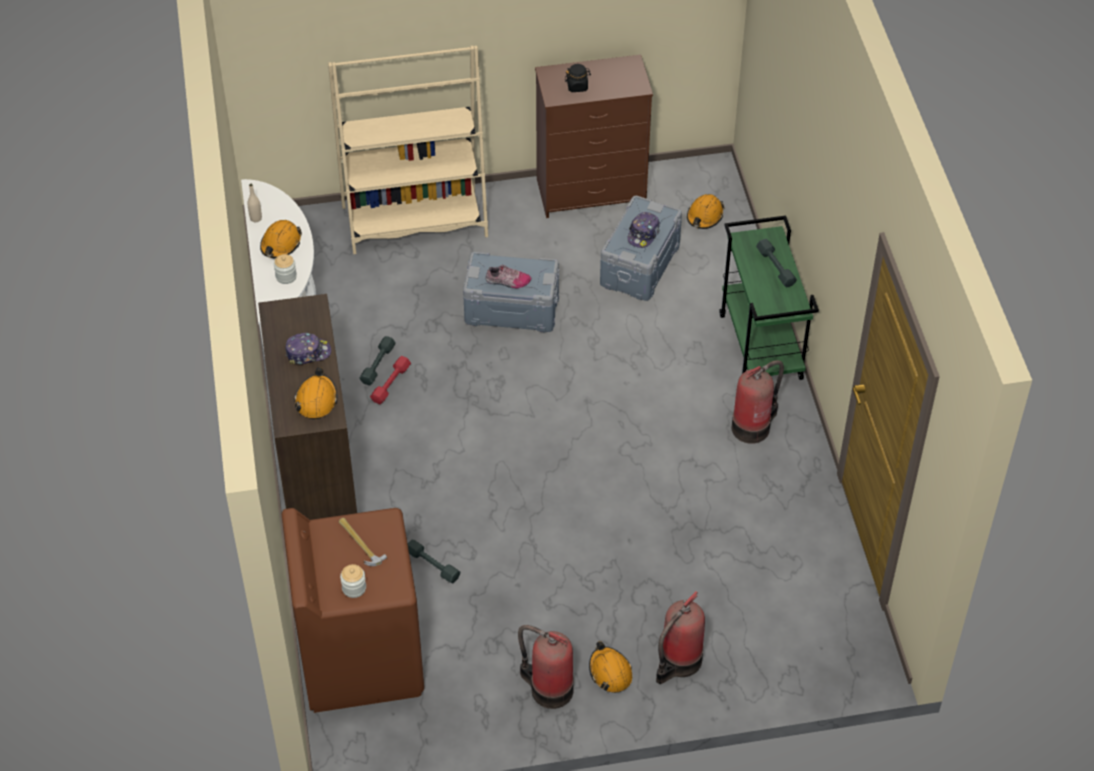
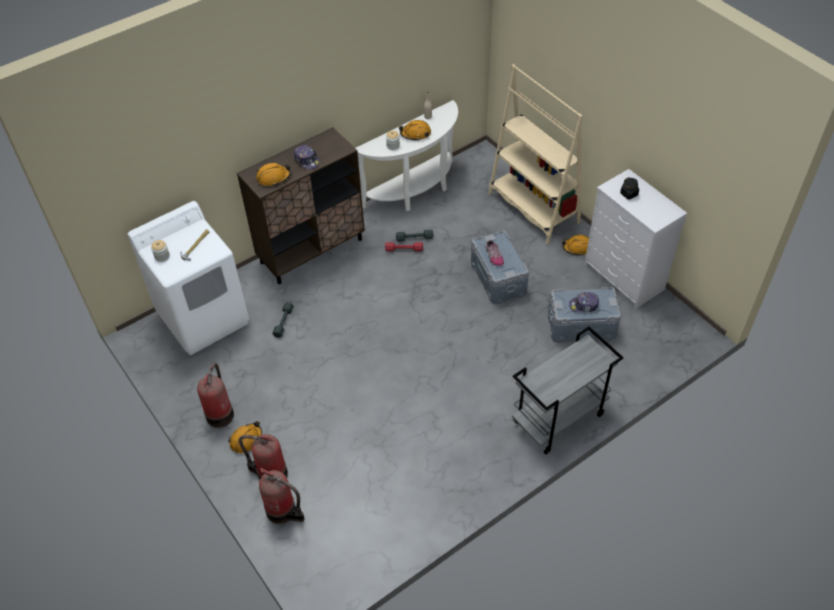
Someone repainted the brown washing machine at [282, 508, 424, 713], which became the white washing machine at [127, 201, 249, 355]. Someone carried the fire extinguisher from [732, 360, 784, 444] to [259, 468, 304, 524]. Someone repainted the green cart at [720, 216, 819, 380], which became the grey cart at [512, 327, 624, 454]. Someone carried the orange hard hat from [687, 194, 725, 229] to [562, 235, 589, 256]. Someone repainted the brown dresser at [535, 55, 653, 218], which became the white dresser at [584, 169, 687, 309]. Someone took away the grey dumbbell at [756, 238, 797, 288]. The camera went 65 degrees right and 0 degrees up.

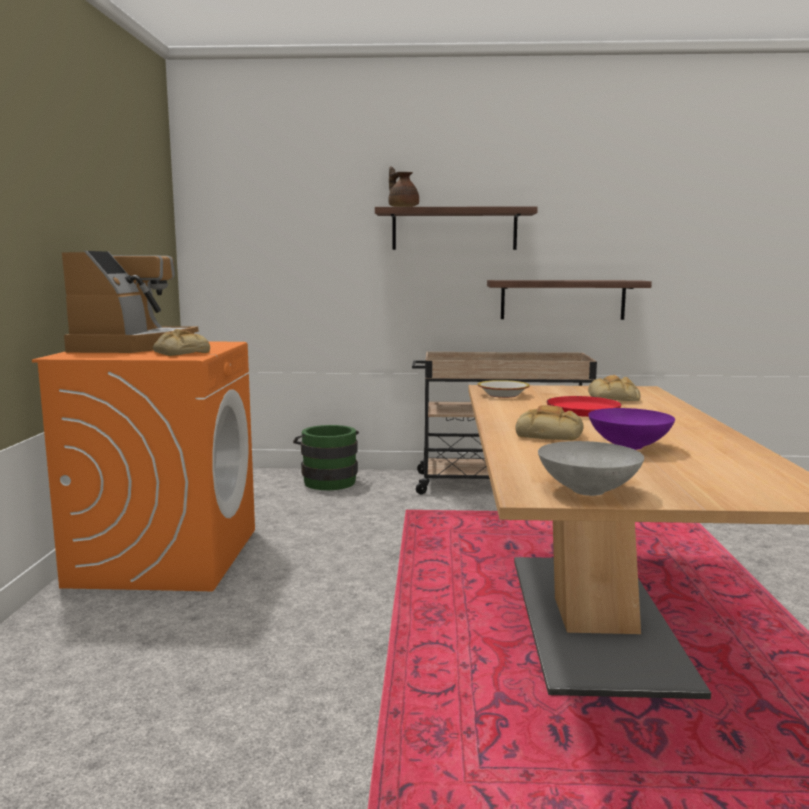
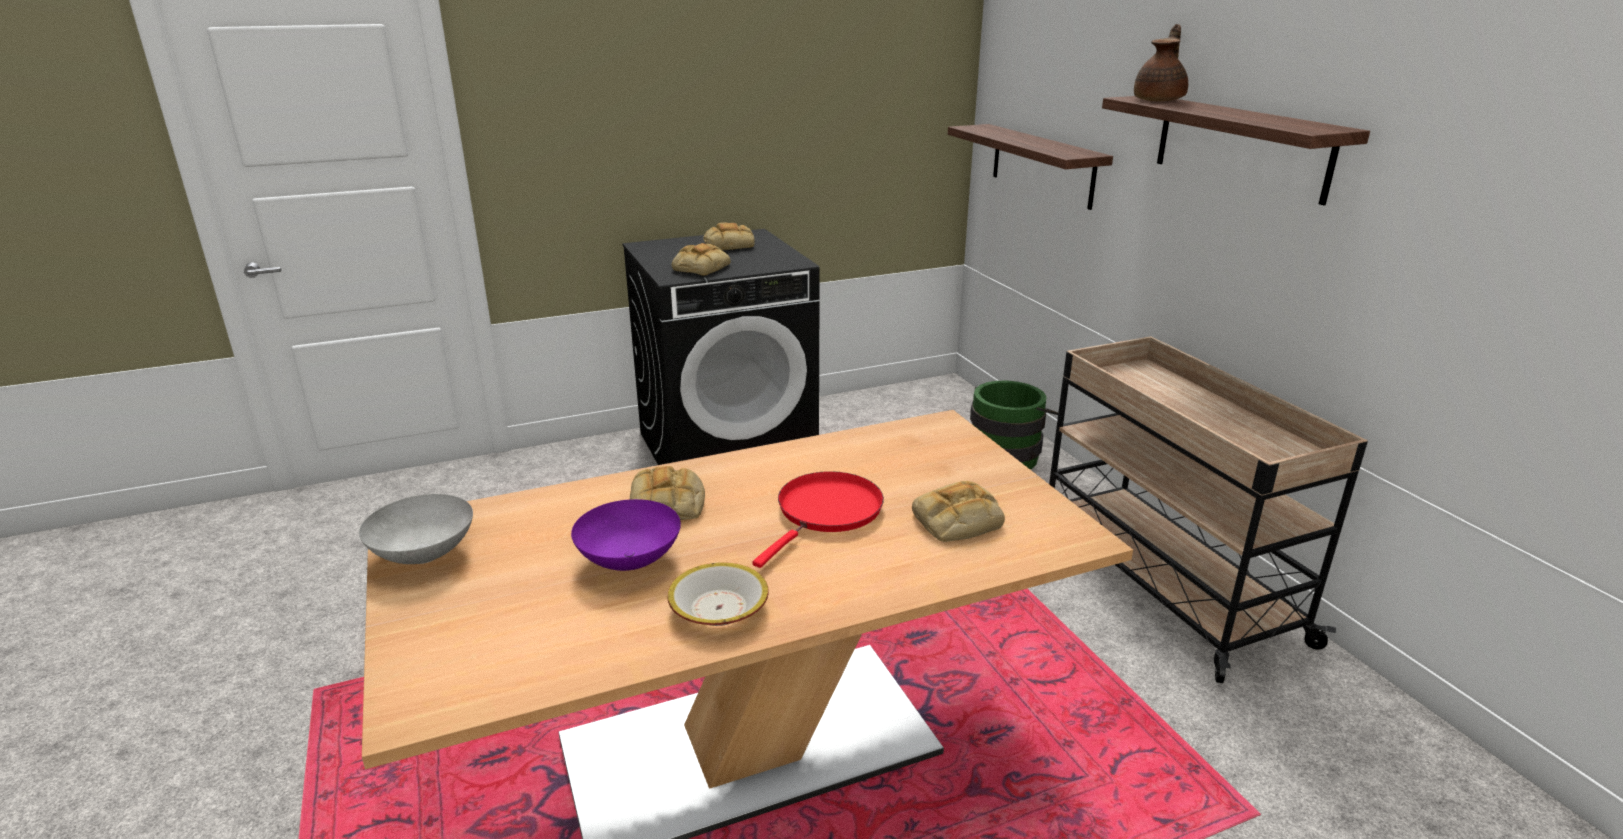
Someone repainted the orange washing machine at [32, 342, 255, 591], which became the black washing machine at [622, 229, 820, 465]. Someone carried the bowl from [477, 380, 530, 398] to [667, 562, 769, 626]. Someone swapped the coffee machine at [62, 251, 199, 353] for the bread at [703, 222, 755, 250]. Someone carried the shelf from [487, 280, 652, 320] to [948, 124, 1113, 210]. The camera went 65 degrees right and 15 degrees up.

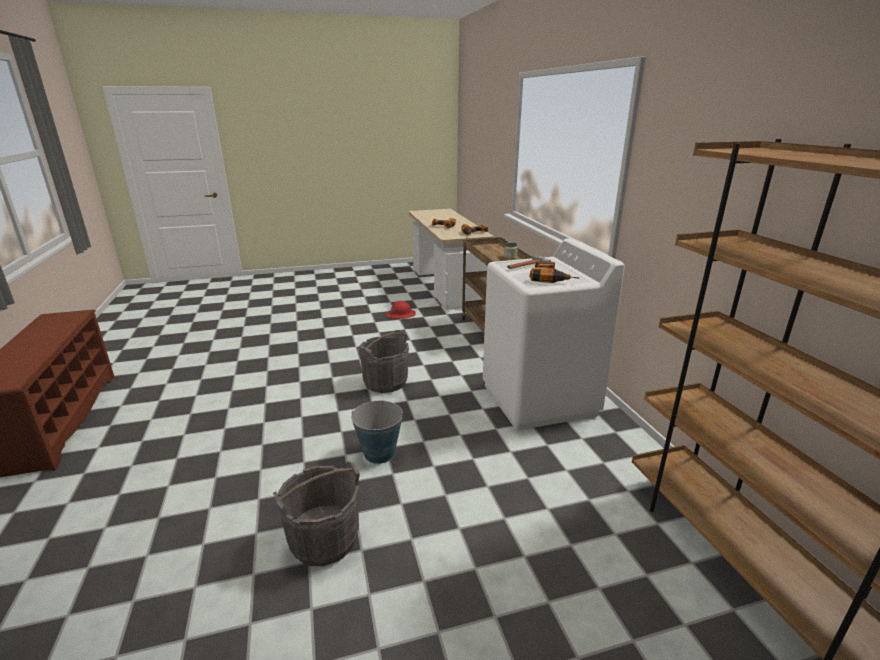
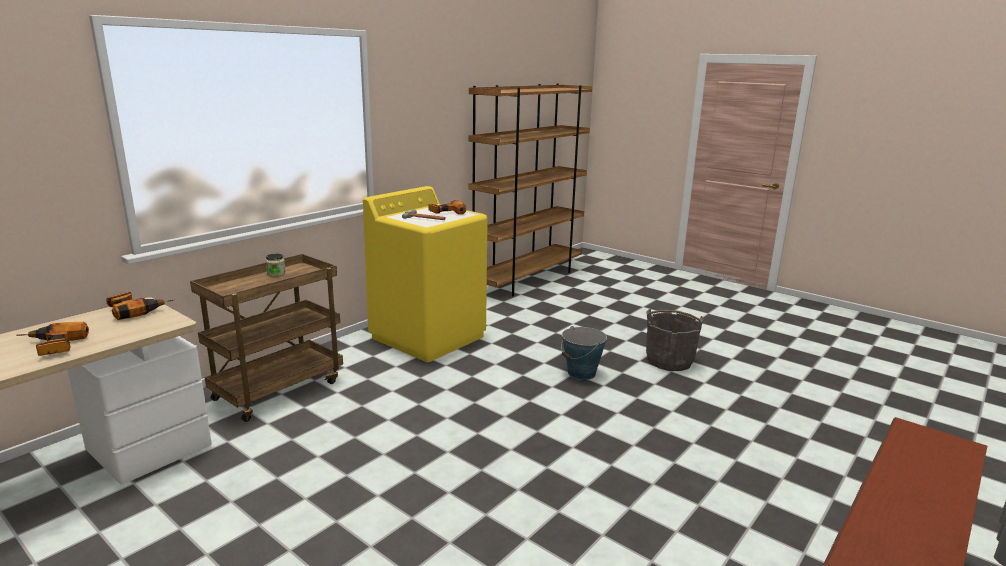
Someone repainted the white washing machine at [483, 238, 625, 430], which became the yellow washing machine at [363, 186, 488, 362]. Someone took away the grey bucket at [359, 330, 409, 393]. Someone took away the red hard hat at [386, 301, 416, 319]. The camera went 125 degrees left and 5 degrees down.

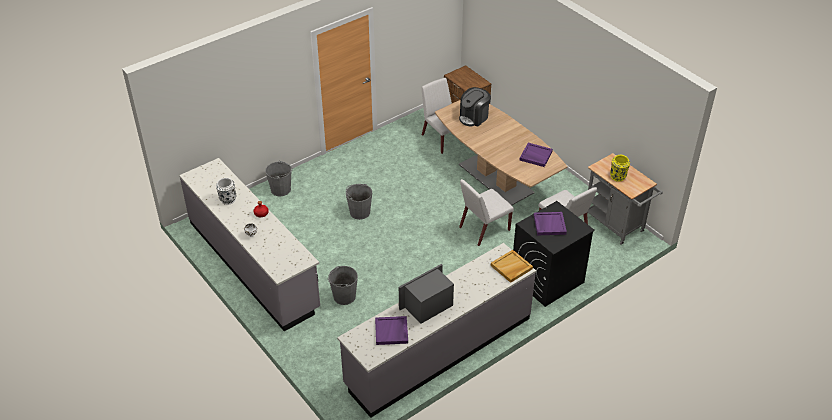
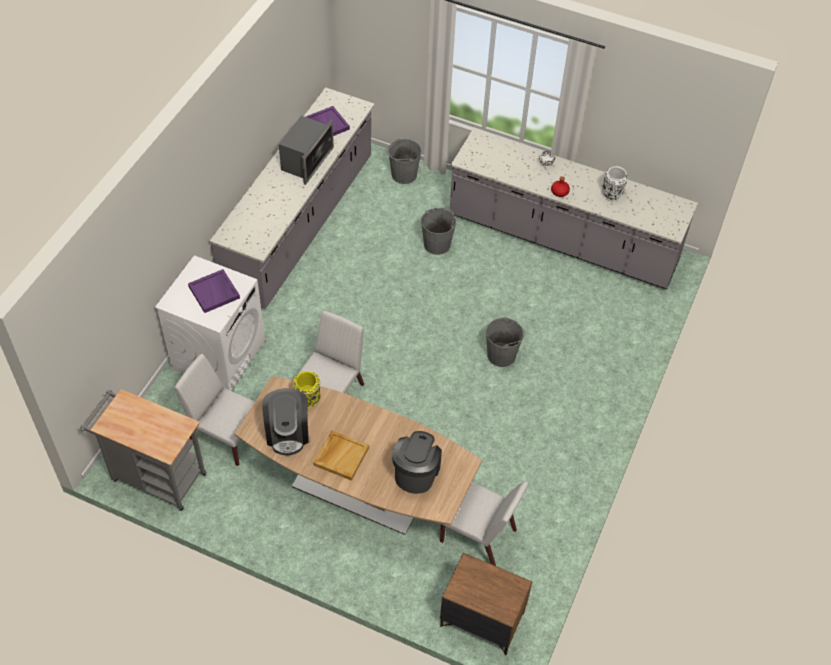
Someone repainted the black washing machine at [513, 201, 595, 307], which became the white washing machine at [155, 255, 265, 391]. Someone swapped the purple tray at [520, 143, 553, 167] for the coffee machine at [262, 388, 309, 455]. Someone carried the yellow vase from [610, 155, 630, 182] to [293, 371, 321, 407]. Someone carried the beige tray from [491, 250, 533, 283] to [314, 431, 369, 481]. Someone carried the grey bucket from [265, 161, 293, 196] to [388, 139, 422, 184]. The camera went 150 degrees right and 10 degrees up.

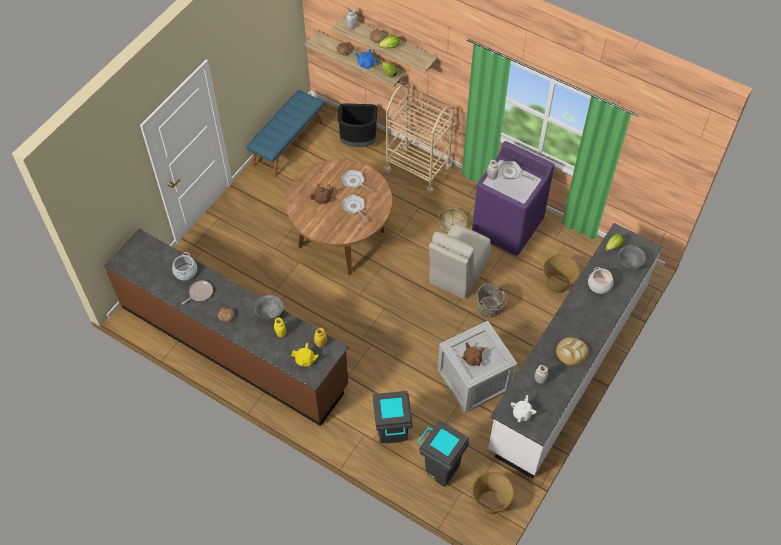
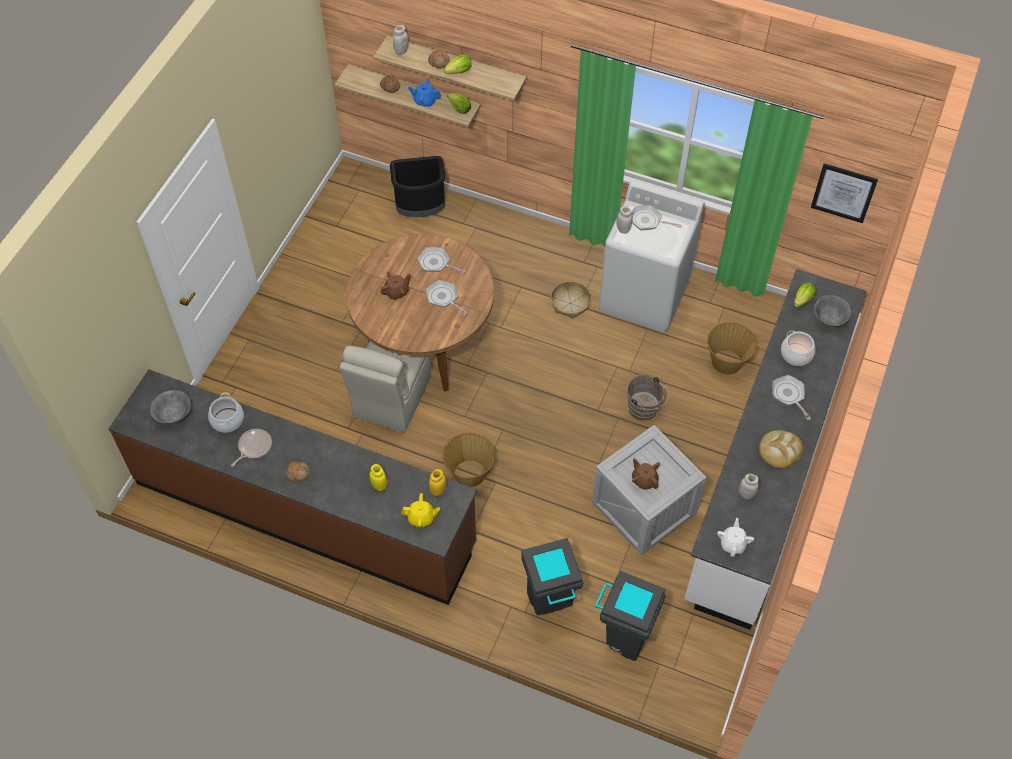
Someone carried the grey bowl from [255, 295, 284, 320] to [150, 390, 191, 424]. Someone carried the beige chair from [429, 224, 491, 299] to [340, 341, 431, 432]. Someone carried the basket from [472, 472, 514, 514] to [442, 433, 495, 487]. Someone repainted the purple washing machine at [472, 141, 554, 256], which became the white washing machine at [599, 180, 705, 333]. Someone put down the frying pan at [772, 375, 811, 420]. Someone put up the picture at [811, 163, 878, 223]. Someone took away the blue bench at [246, 90, 324, 178]. Someone took away the beige cart at [384, 85, 454, 195]. The camera went 10 degrees left and 0 degrees up.

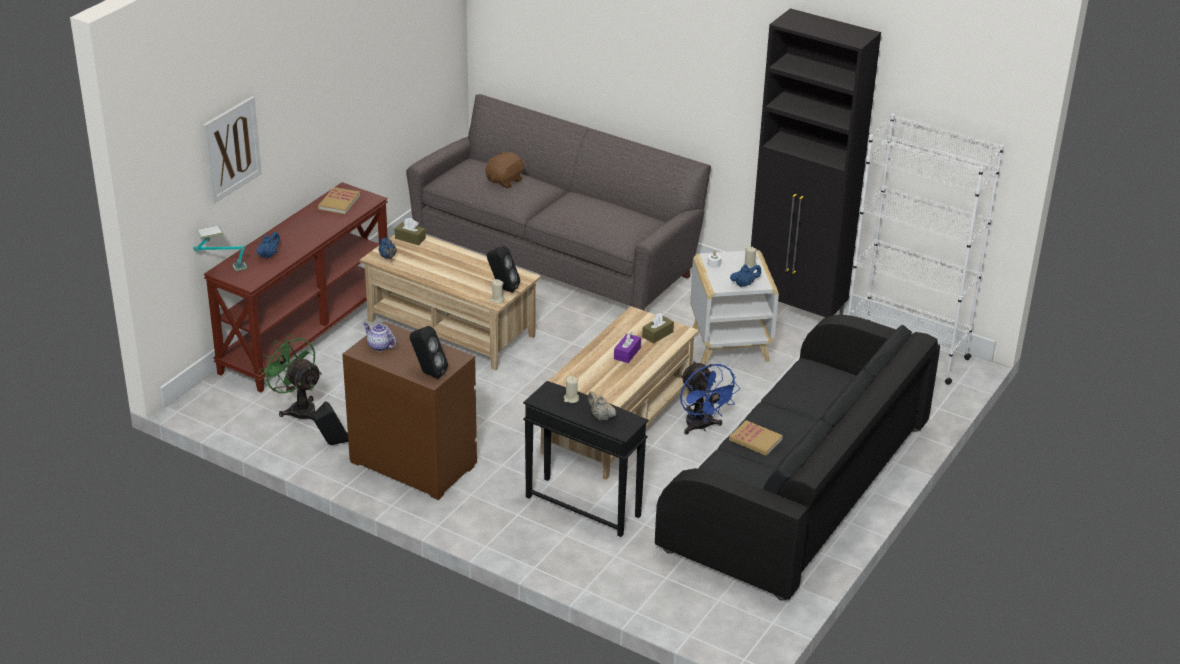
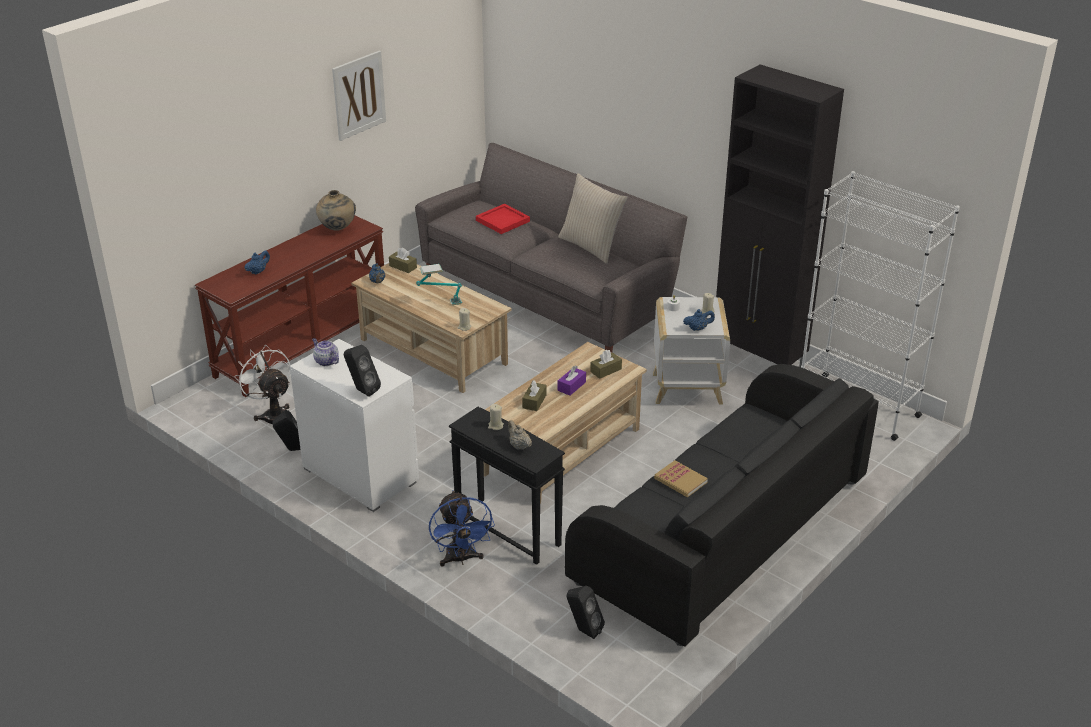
Someone repainted the green fan at [259, 334, 322, 421], which became the white fan at [235, 345, 290, 424]. Someone repainted the brown dresser at [342, 321, 477, 500], which became the white dresser at [290, 339, 419, 512]. Someone swapped the book at [318, 187, 360, 214] for the beige vase at [316, 190, 356, 231]. Someone carried the picture from [203, 96, 262, 204] to [332, 51, 386, 141]. Someone carried the table lamp from [193, 226, 247, 271] to [416, 264, 462, 305]. Someone carried the blue fan from [680, 361, 740, 435] to [429, 491, 495, 567]. Someone swapped the brown plush toy at [485, 151, 525, 188] for the red tray at [476, 204, 530, 234]. Someone put down the brown tissue box at [522, 380, 547, 411]. Someone put down the beige pillow at [558, 173, 628, 264]. Someone carried the black speaker from [487, 246, 520, 293] to [567, 586, 605, 639]. The camera went 10 degrees right and 0 degrees up.

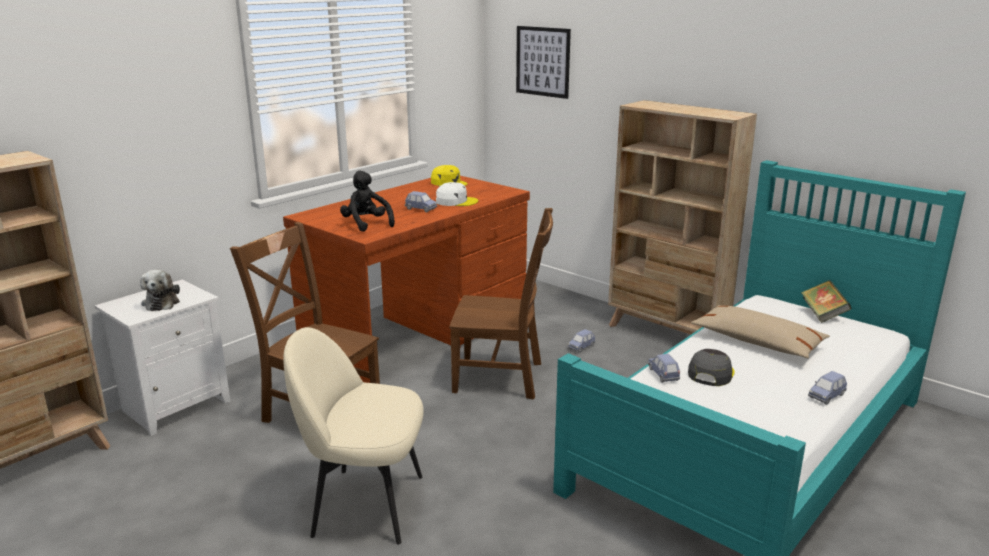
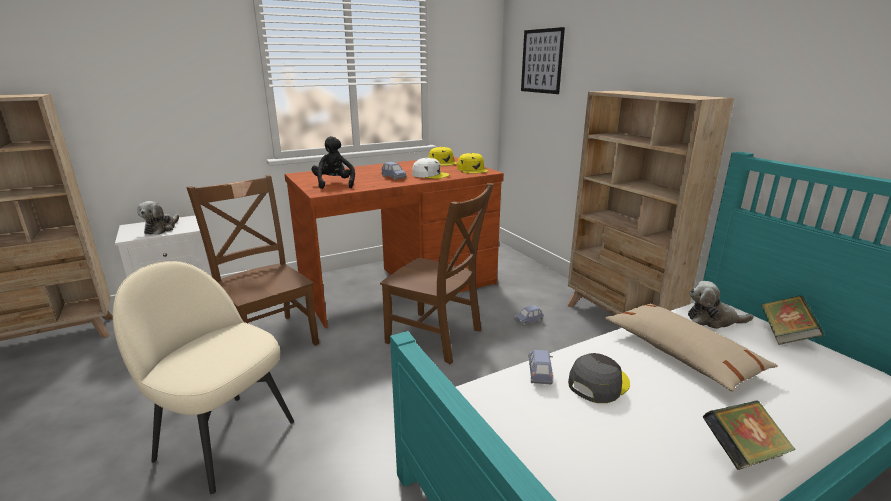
Someone put down the yellow cap at [457, 153, 488, 174]. Someone put down the plush toy at [688, 281, 754, 329]. Someone swapped the blue toy car at [808, 371, 847, 405] for the book at [703, 400, 796, 470]. The camera went 20 degrees right and 0 degrees up.

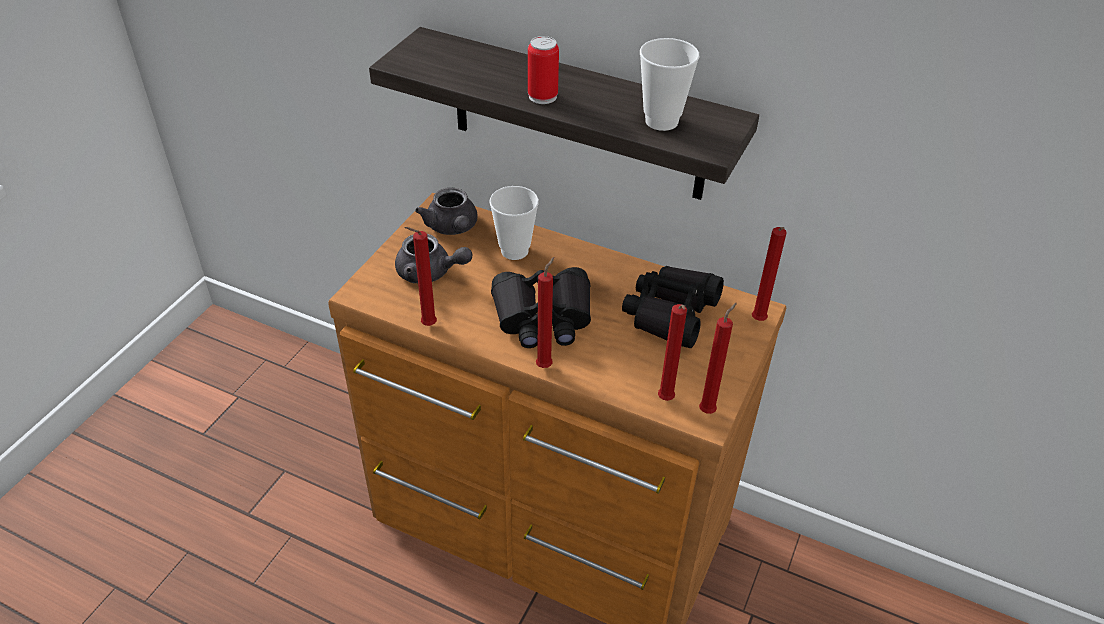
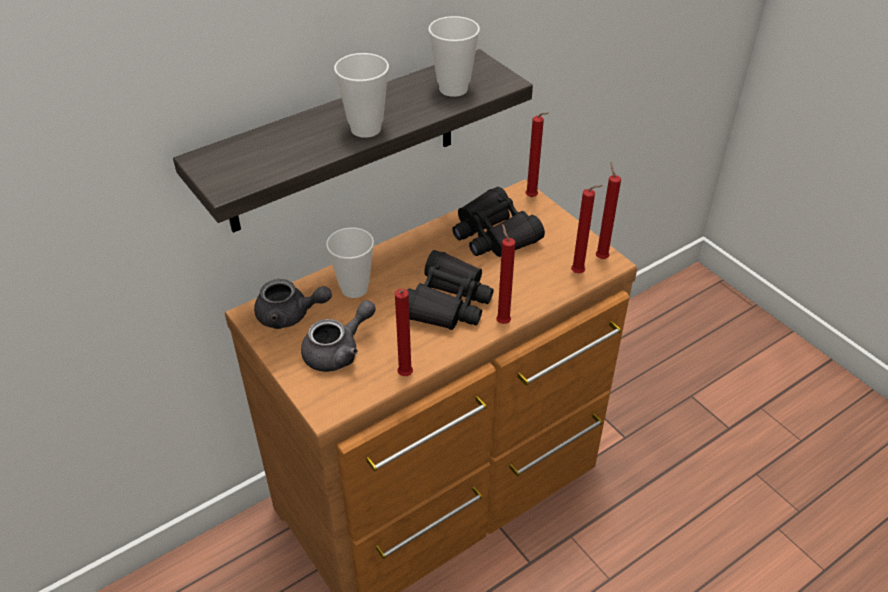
Someone swapped the can at [528, 36, 559, 104] for the cup at [334, 53, 389, 138]. The camera went 60 degrees left and 0 degrees up.

